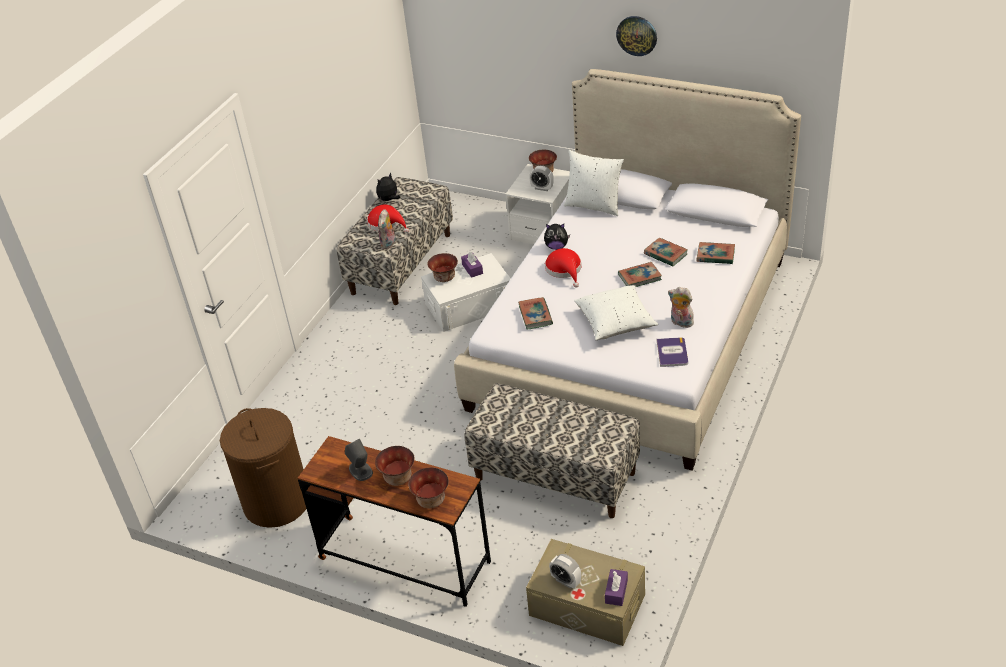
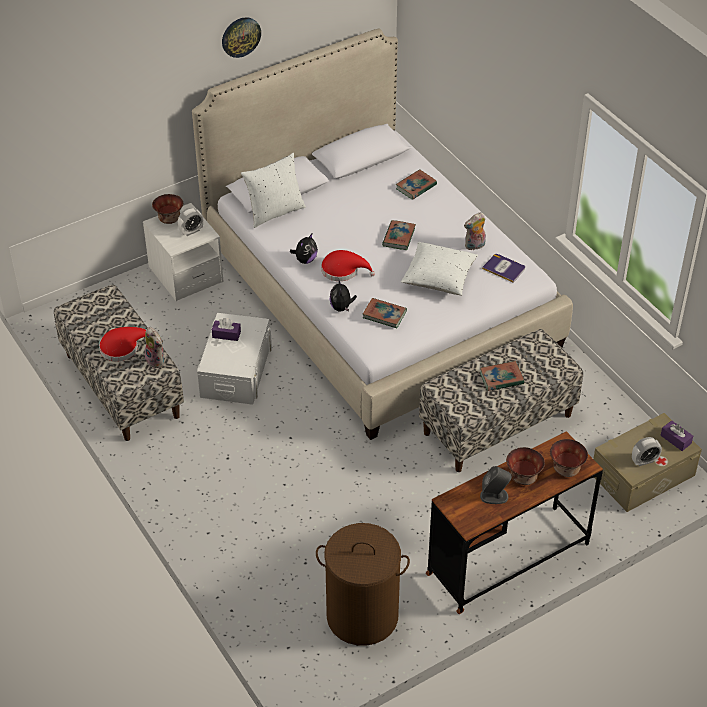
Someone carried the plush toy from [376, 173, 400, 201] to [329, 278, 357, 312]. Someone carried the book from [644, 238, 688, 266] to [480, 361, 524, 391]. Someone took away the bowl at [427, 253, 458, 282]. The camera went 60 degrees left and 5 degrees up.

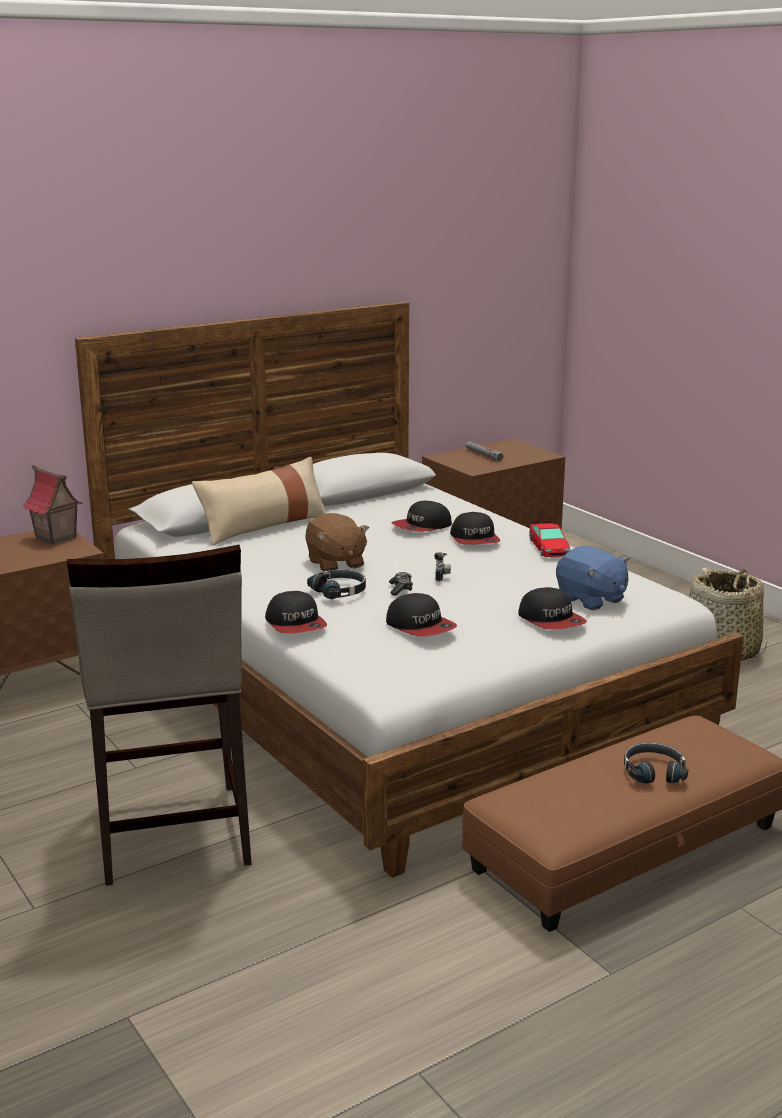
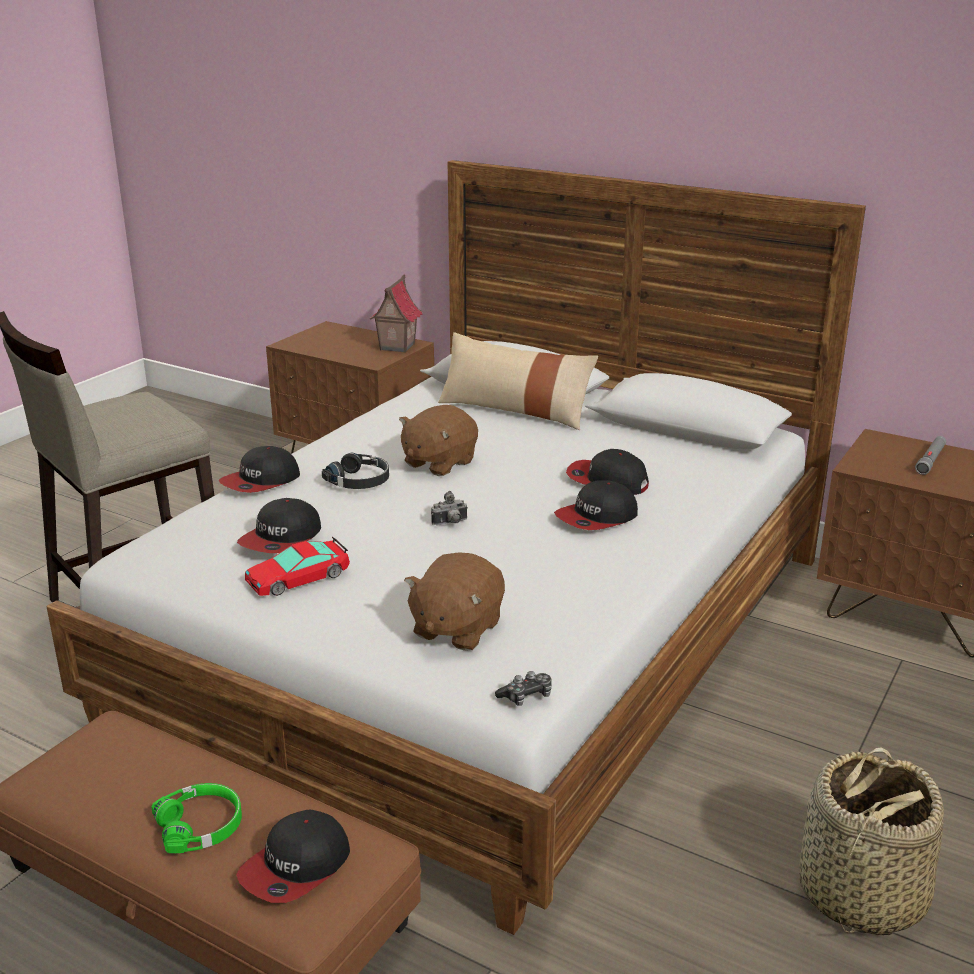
Someone repainted the black headphones at [624, 743, 689, 783], which became the green headphones at [151, 783, 242, 853]. Someone carried the cap from [518, 587, 587, 630] to [236, 809, 350, 903]. Someone carried the toy car from [529, 521, 570, 557] to [245, 537, 350, 596]. Someone repainted the blue plush toy at [556, 546, 630, 610], which became the brown plush toy at [404, 552, 505, 651]. Someone carried the game controller from [389, 572, 413, 596] to [495, 671, 552, 706]. The camera went 65 degrees right and 5 degrees up.

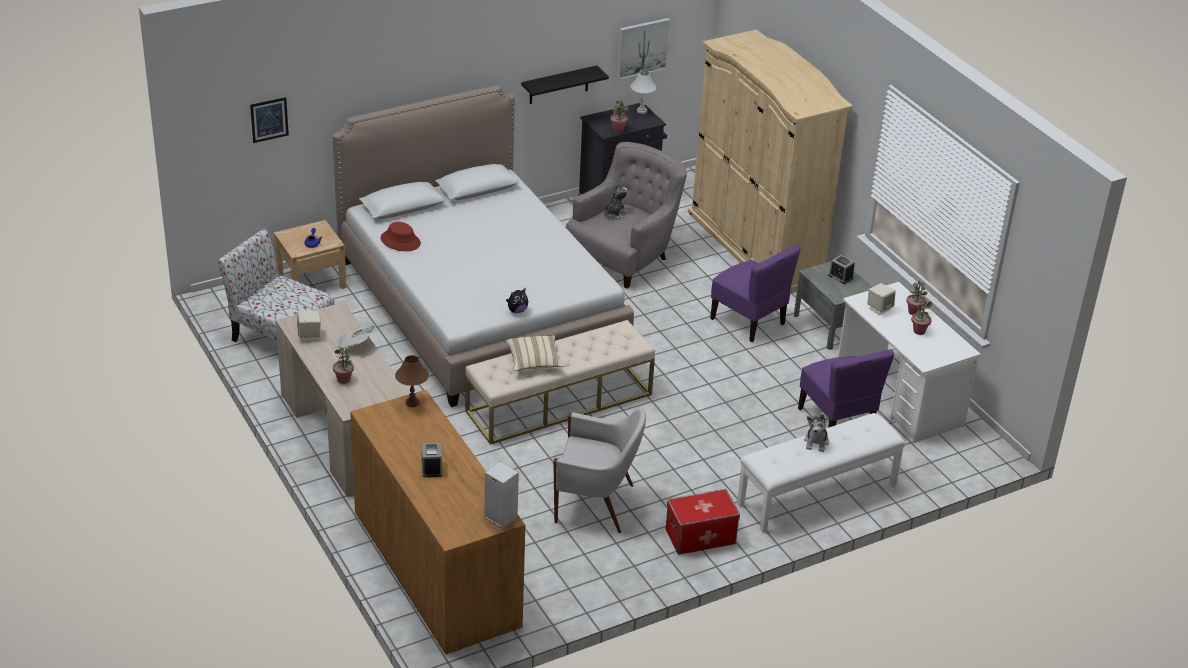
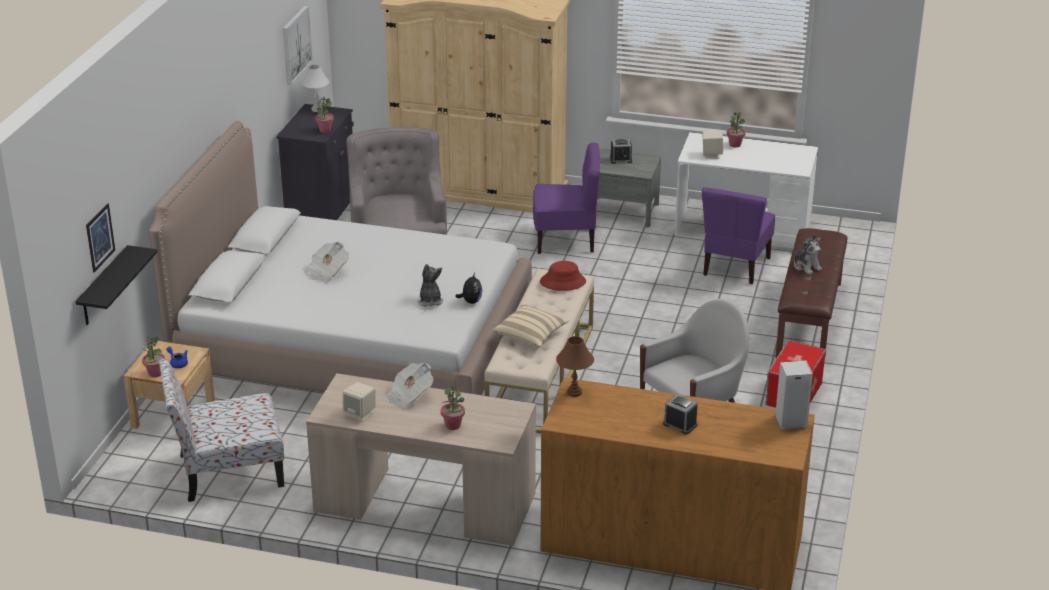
Someone carried the black shelf from [521, 66, 609, 104] to [75, 245, 157, 325]. Someone carried the potted plant from [911, 299, 932, 335] to [142, 335, 165, 377]. Someone put down the newspaper at [307, 242, 349, 281]. Someone carried the plush toy from [604, 183, 628, 219] to [417, 264, 443, 307]. Someone carried the red hat from [381, 222, 421, 251] to [540, 261, 586, 291]. Someone rotated the purple chair at [798, 350, 894, 428] by 90 degrees clockwise. Someone repainted the white bench at [737, 413, 905, 533], which became the brown bench at [775, 228, 848, 362]. The camera went 45 degrees left and 5 degrees down.

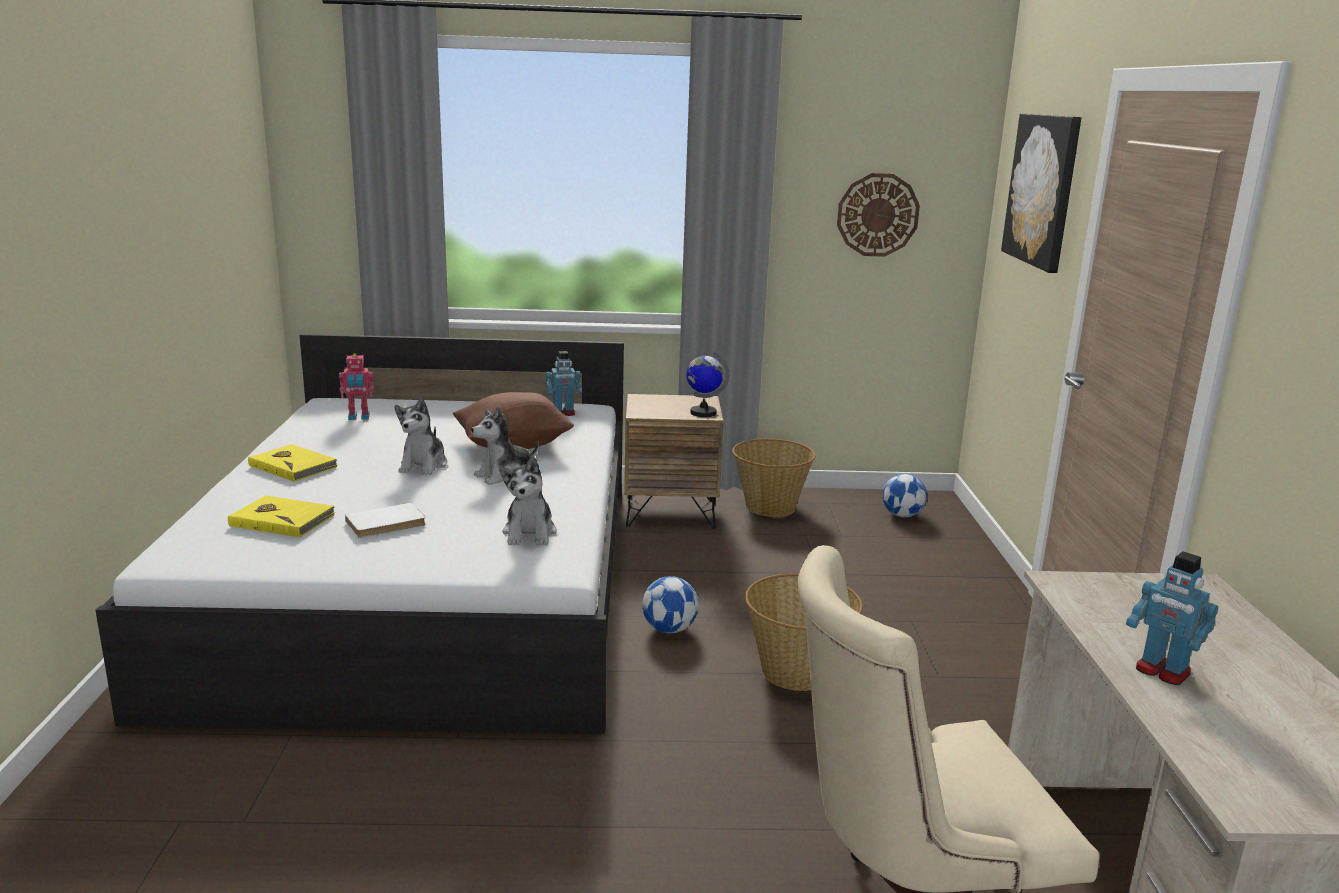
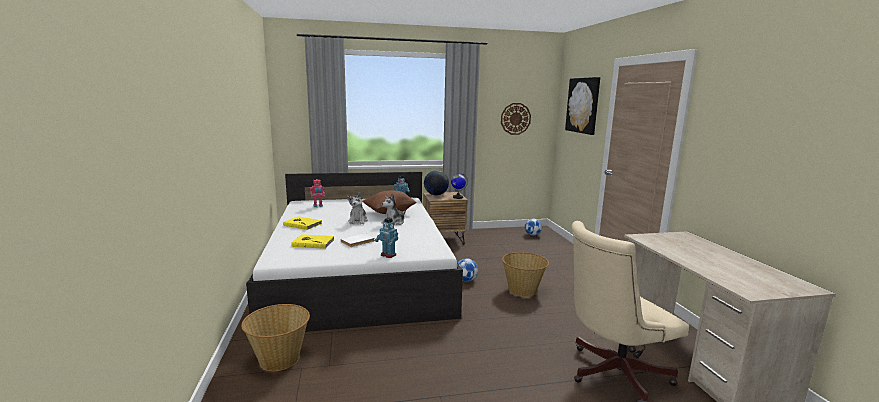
Someone carried the basket from [732, 439, 816, 517] to [241, 304, 310, 371]. Someone carried the toy robot from [1126, 552, 1218, 685] to [375, 217, 398, 258]. Someone put down the globe at [424, 170, 449, 195]. Someone took away the plush toy at [499, 456, 557, 545]. The camera went 10 degrees left and 5 degrees down.

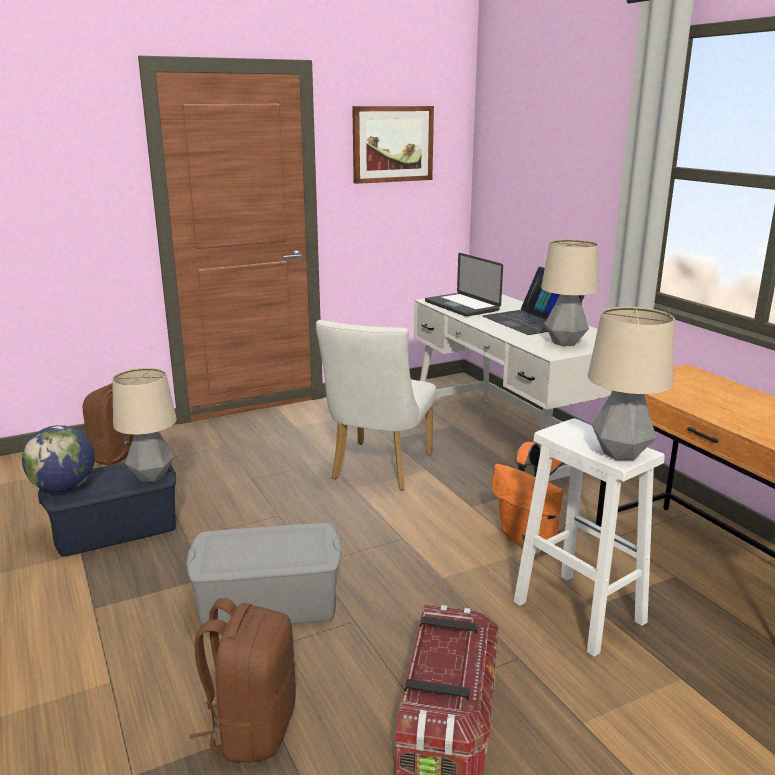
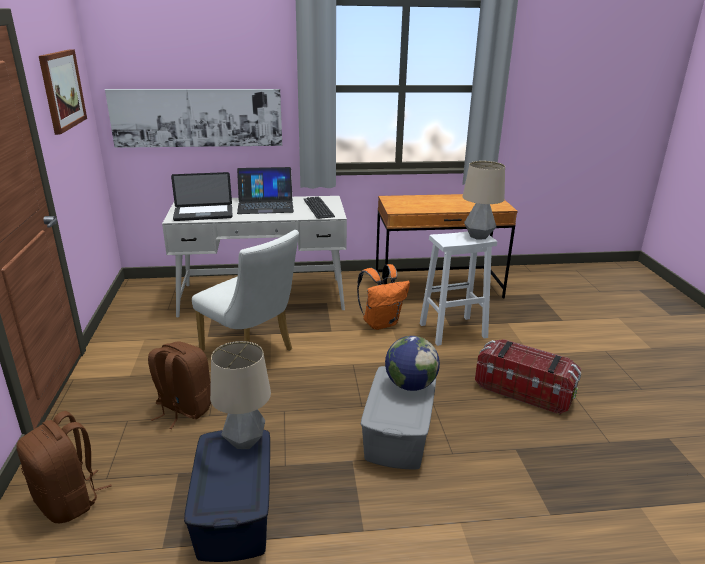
Someone put up the picture at [105, 89, 282, 148]. Someone carried the brown backpack from [189, 598, 296, 763] to [148, 341, 211, 429]. Someone swapped the table lamp at [541, 239, 599, 346] for the keyboard at [304, 197, 335, 219]. Someone carried the globe from [22, 425, 95, 493] to [385, 336, 440, 391]. The camera went 70 degrees left and 5 degrees up.

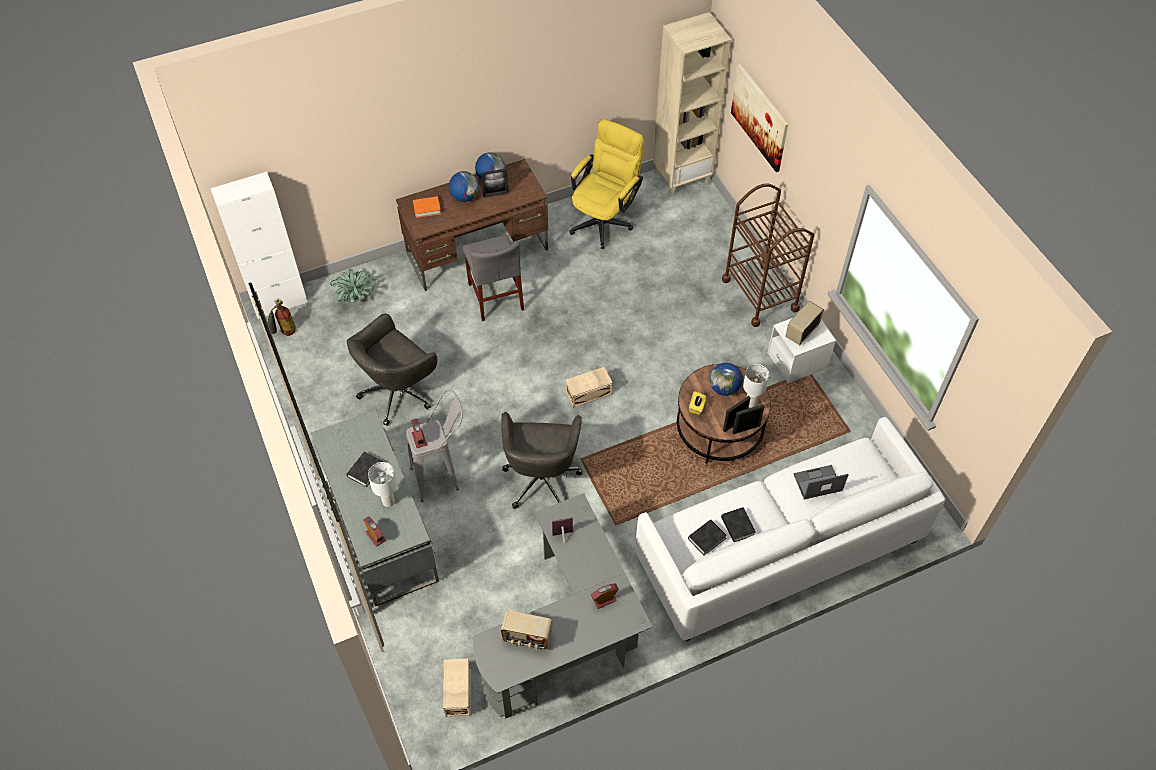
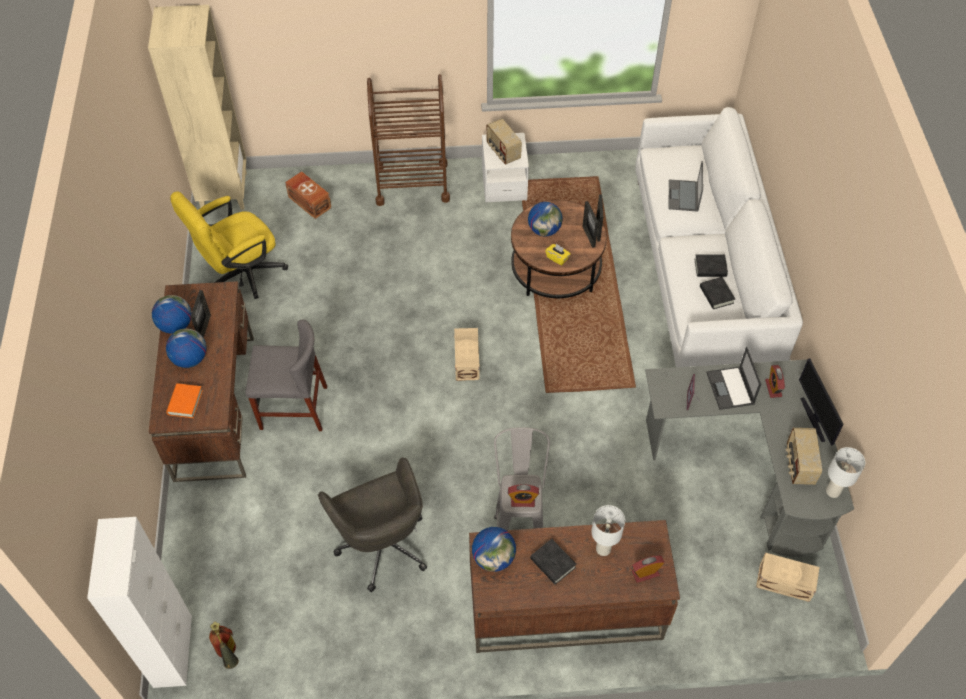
Someone rotated the yellow office chair at [569, 119, 644, 249] by 90 degrees counterclockwise. Someone put down the brown storage box at [285, 171, 331, 219]. Someone repainted the grey desk at [311, 410, 439, 607], which became the brown desk at [469, 520, 680, 653]. Someone put down the globe at [472, 527, 516, 572]. Someone put down the laptop at [707, 347, 762, 410]. Someone rotated the radio at [501, 610, 553, 650] by 150 degrees clockwise. Someone put down the monitor at [799, 358, 844, 446]. Someone carried the white table lamp from [743, 364, 769, 408] to [826, 447, 865, 498]. Someone took away the potted plant at [330, 269, 376, 303]. Someone took away the grey office chair at [501, 412, 582, 509]. Someone took away the picture at [731, 64, 788, 172]. The camera went 70 degrees left and 0 degrees up.

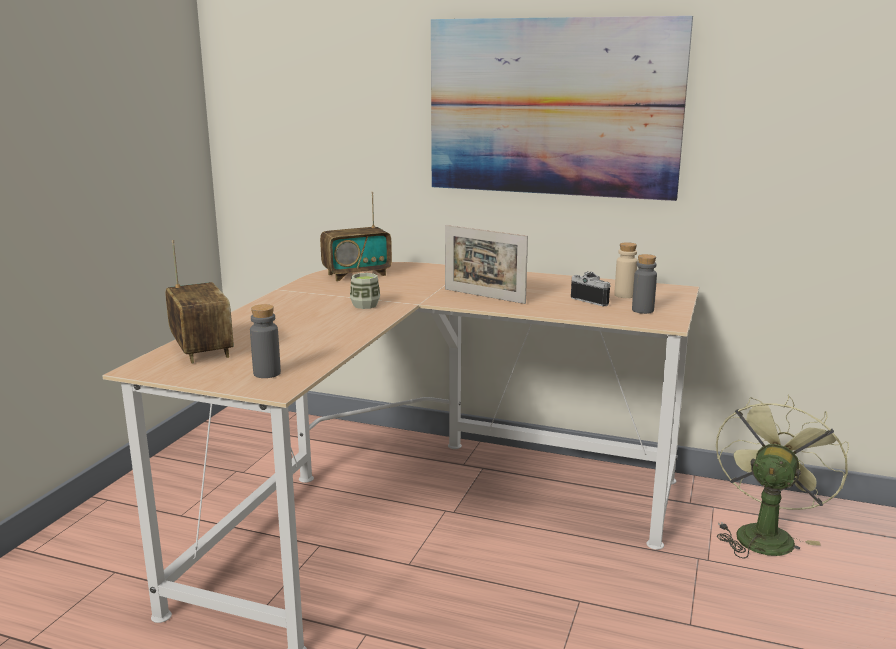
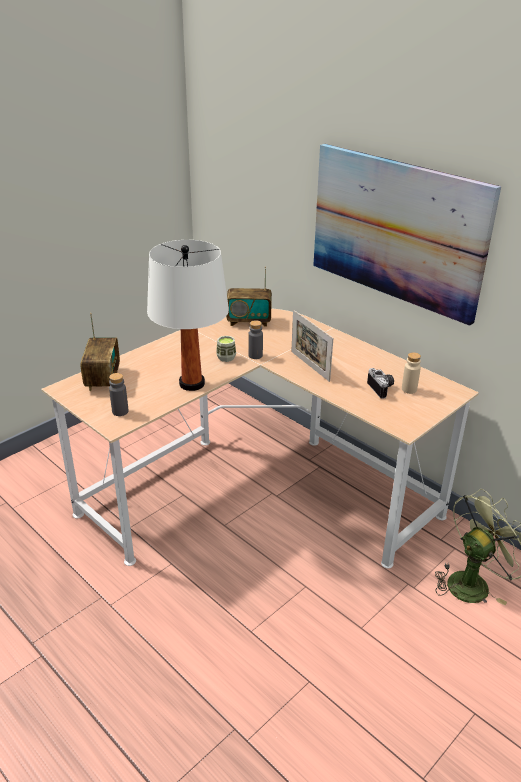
Someone put down the white table lamp at [147, 240, 229, 391]. Someone carried the grey bottle from [632, 254, 657, 314] to [248, 320, 263, 359]. The camera went 25 degrees right and 15 degrees up.

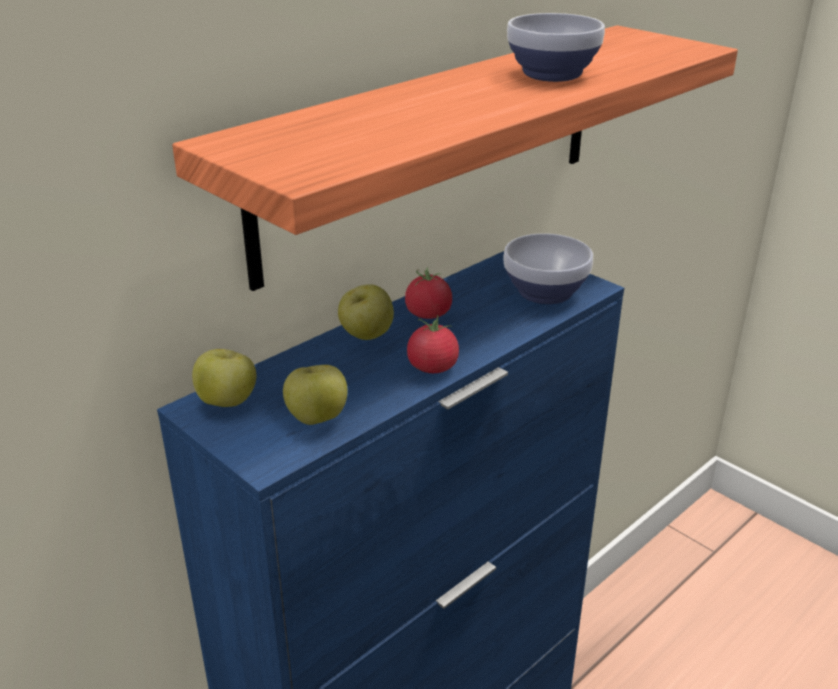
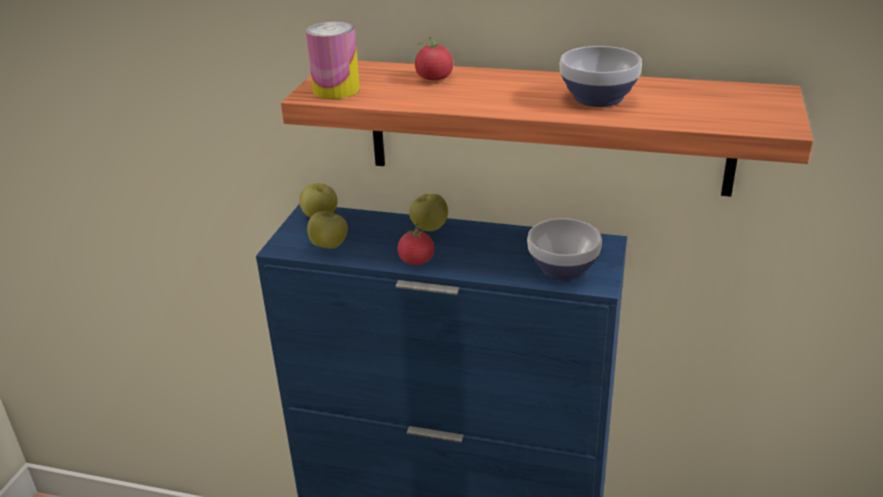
Someone put down the can at [306, 22, 360, 99]. Someone carried the tomato from [405, 267, 452, 319] to [415, 37, 453, 81]. The camera went 60 degrees right and 0 degrees up.

